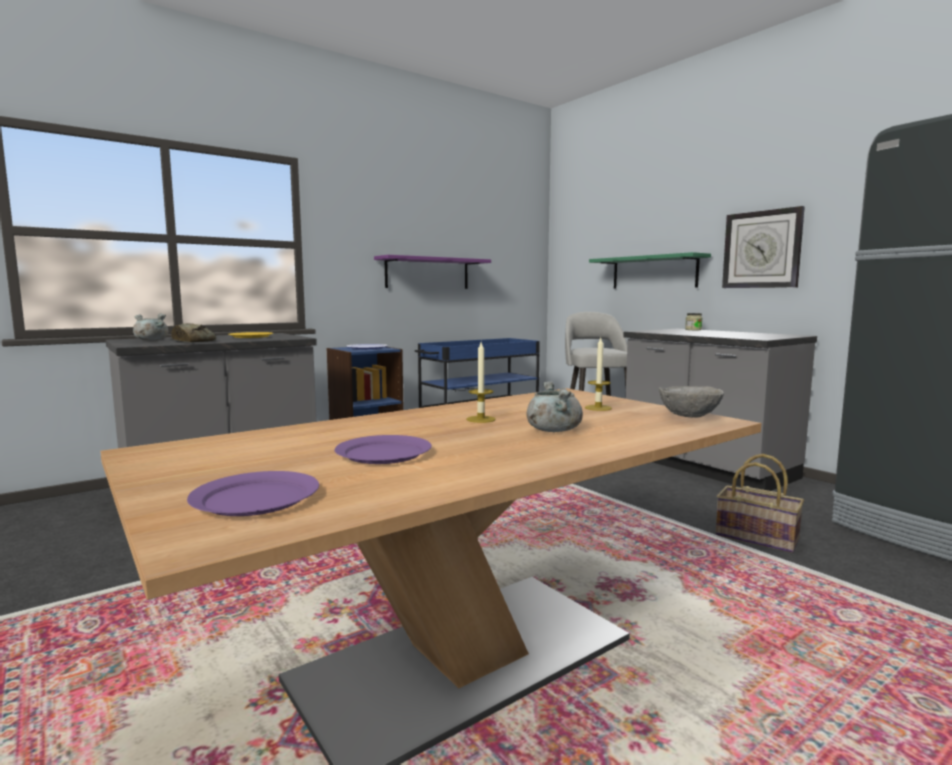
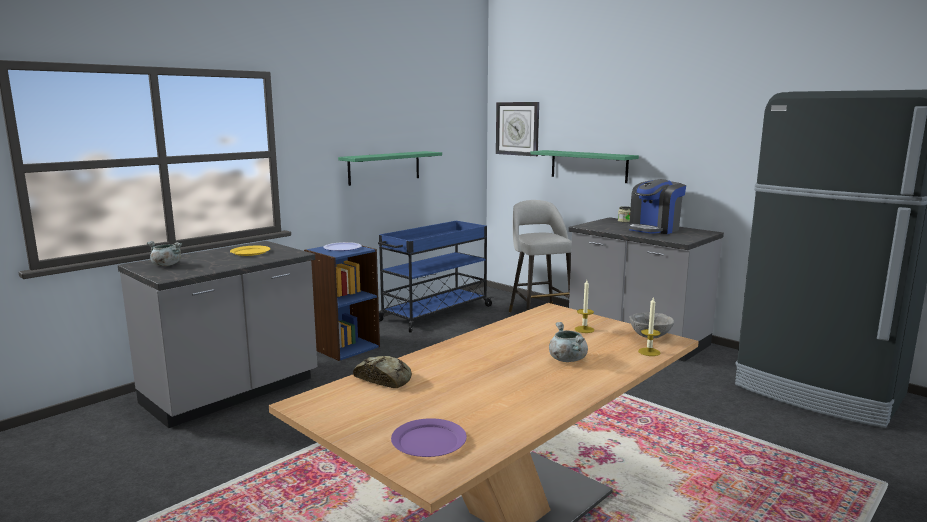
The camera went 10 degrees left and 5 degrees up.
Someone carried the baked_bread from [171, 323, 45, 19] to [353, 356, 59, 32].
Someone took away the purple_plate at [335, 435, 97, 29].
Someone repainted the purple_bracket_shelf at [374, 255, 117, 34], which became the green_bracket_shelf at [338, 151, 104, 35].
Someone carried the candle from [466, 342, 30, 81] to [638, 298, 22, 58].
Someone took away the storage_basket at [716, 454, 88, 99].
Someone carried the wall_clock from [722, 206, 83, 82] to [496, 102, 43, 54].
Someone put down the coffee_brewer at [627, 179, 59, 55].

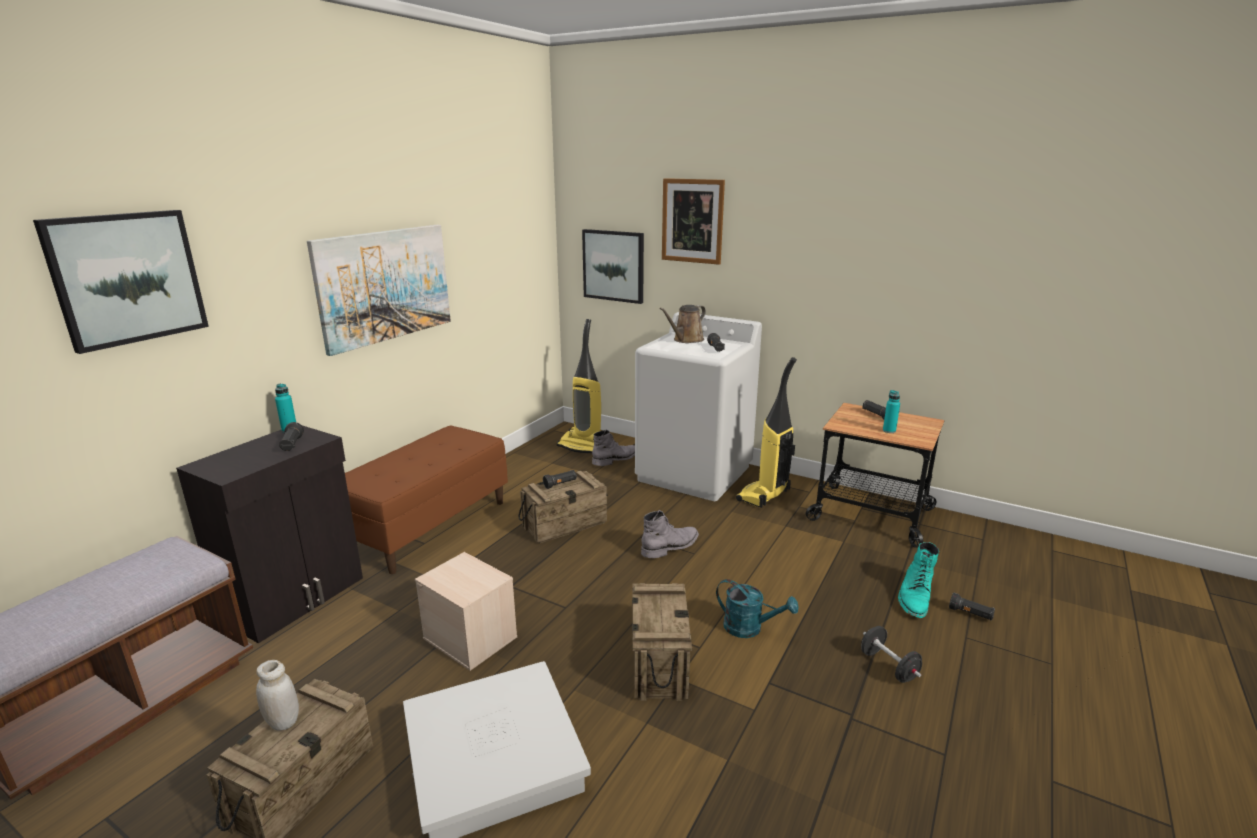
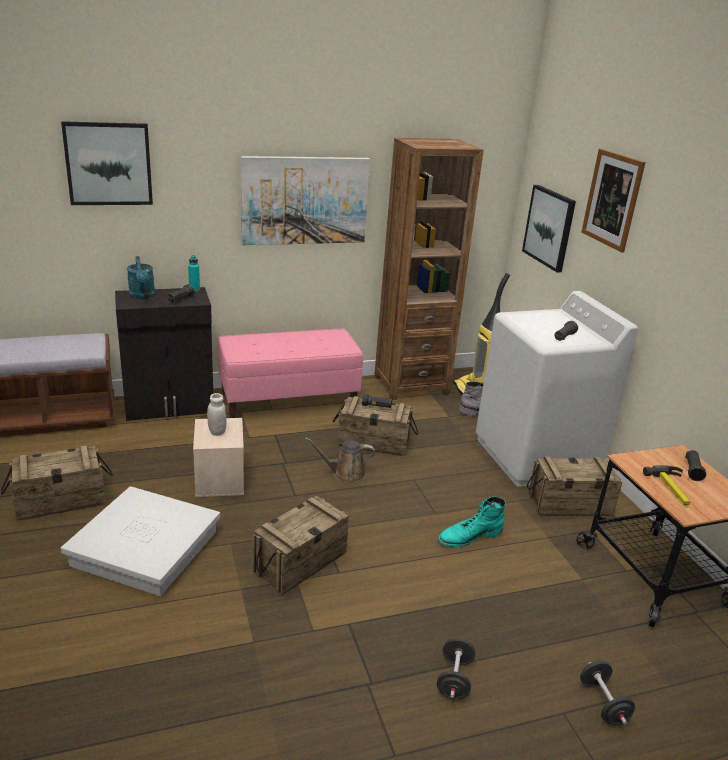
The camera went 40 degrees right and 5 degrees up.
Someone carried the whitish_storage_jar from [256, 660, 43, 70] to [207, 393, 19, 43].
Someone repainted the brown_bench at [345, 425, 163, 149], which became the pink_bench at [218, 329, 145, 89].
Someone took away the grey_tall_boot at [641, 510, 58, 48].
Someone carried the brown_watering_can from [659, 305, 47, 38] to [305, 437, 70, 46].
Someone carried the turquoise-coloured_watering_can from [716, 579, 83, 59] to [127, 256, 28, 43].
Someone swapped the vacuum_cleaner at [736, 357, 61, 151] for the shipping_crate at [527, 456, 95, 60].
Someone swapped the turquoise-coloured_bottle at [883, 390, 17, 43] for the hammer at [643, 465, 47, 40].
Someone carried the turquoise-coloured_tall_boot from [898, 542, 41, 76] to [438, 496, 68, 51].
Someone swapped the blackish_flashlight at [949, 593, 46, 27] for the blackish_dumbbell at [580, 661, 55, 64].
Someone put down the brown_bookcase at [374, 138, 110, 262].

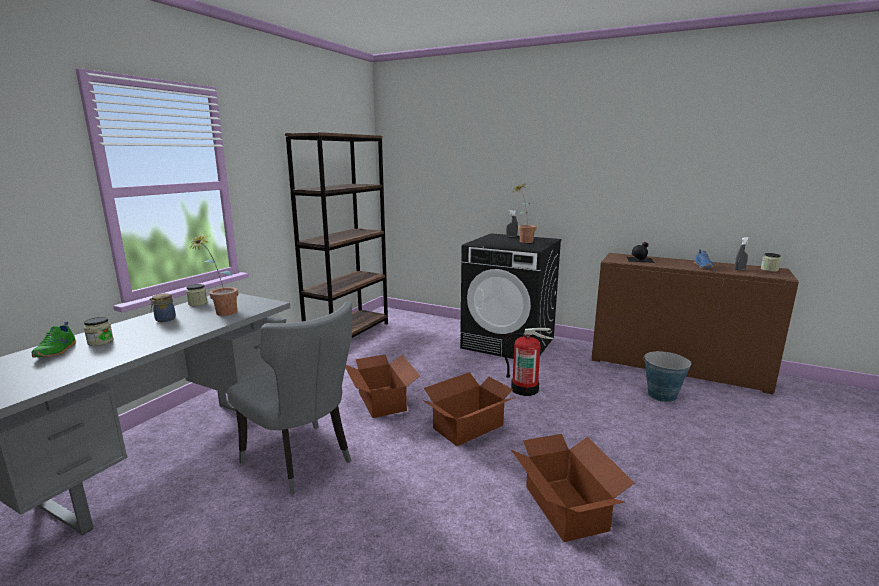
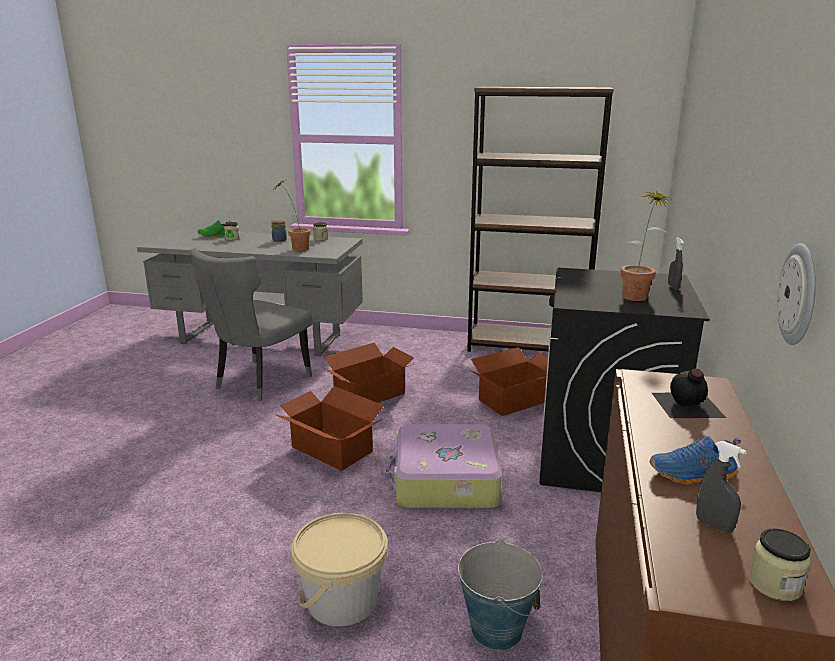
The camera went 75 degrees right and 5 degrees up.
Someone swapped the fire-fighting_cylinder at [503, 327, 51, 69] for the travel_case at [385, 424, 117, 85].
Someone carried the carton from [511, 434, 123, 108] to [470, 347, 78, 69].
Someone put down the sand-coloured_water_bucket at [291, 513, 97, 113].
Someone put up the wall_clock at [777, 243, 39, 102].

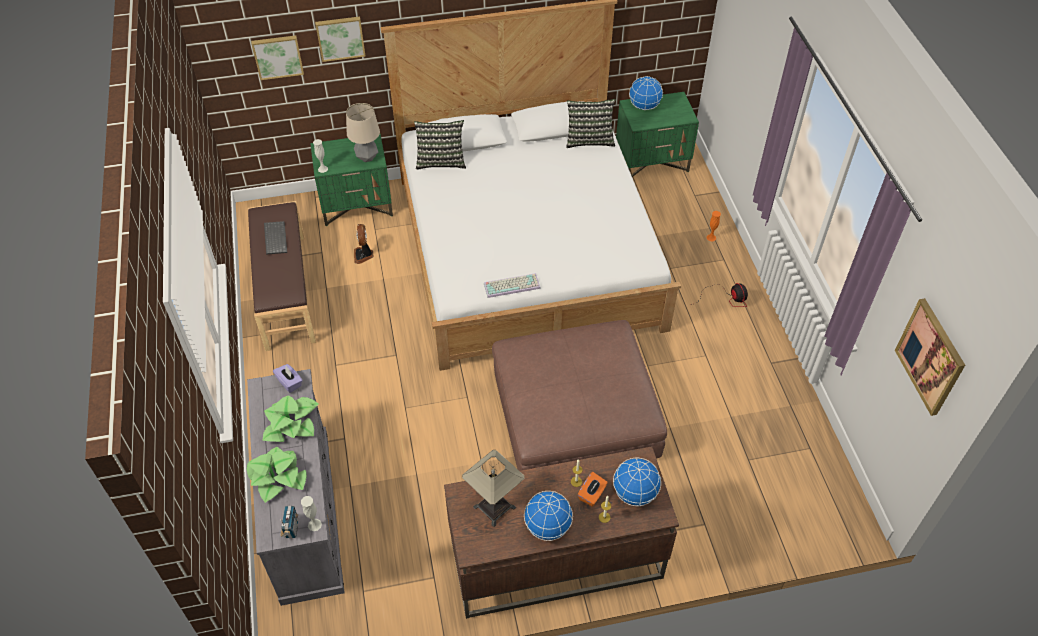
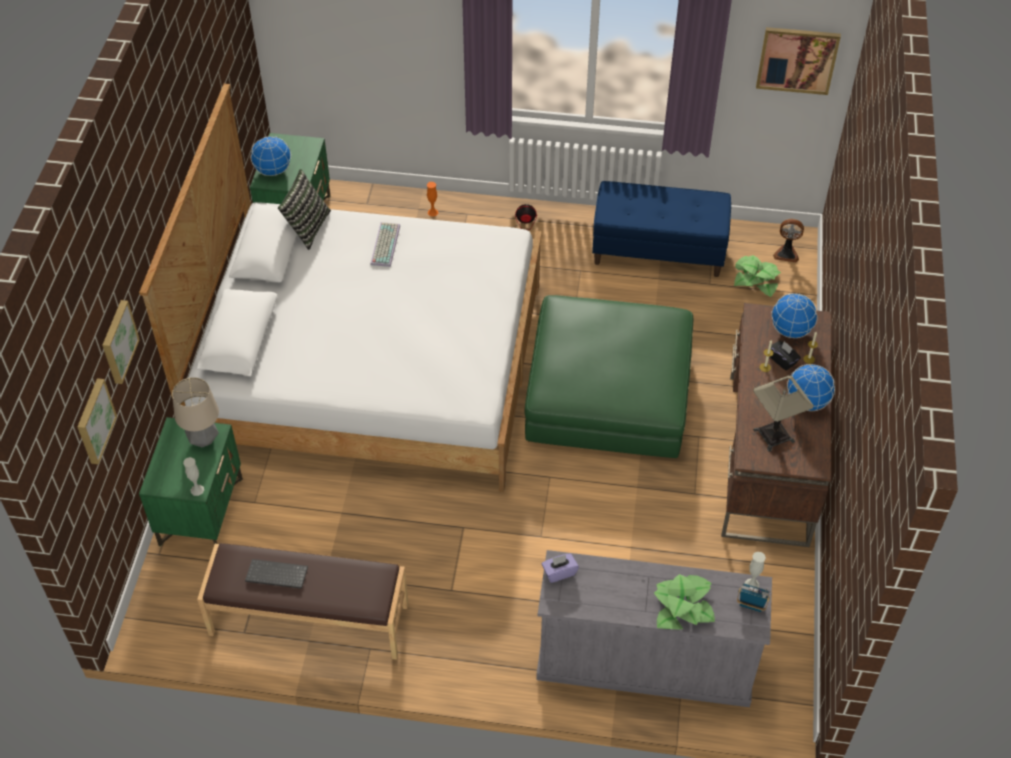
The camera went 70 degrees left and 0 degrees up.
Someone carried the plant_in_a_pot from [263, 395, 56, 47] to [734, 255, 47, 42].
Someone carried the electric_fan from [354, 224, 19, 40] to [773, 219, 31, 43].
Someone took away the cushion at [414, 120, 52, 50].
Someone carried the computer_keyboard from [484, 273, 57, 25] to [370, 222, 30, 45].
Someone repainted the brown_footrest at [492, 320, 175, 151], which became the green_footrest at [524, 295, 169, 163].
Someone repainted the orangey_tissue_holder at [578, 472, 30, 34], which became the blackish_tissue_holder at [770, 341, 31, 29].
Someone put down the bluish_bench at [592, 181, 139, 96].

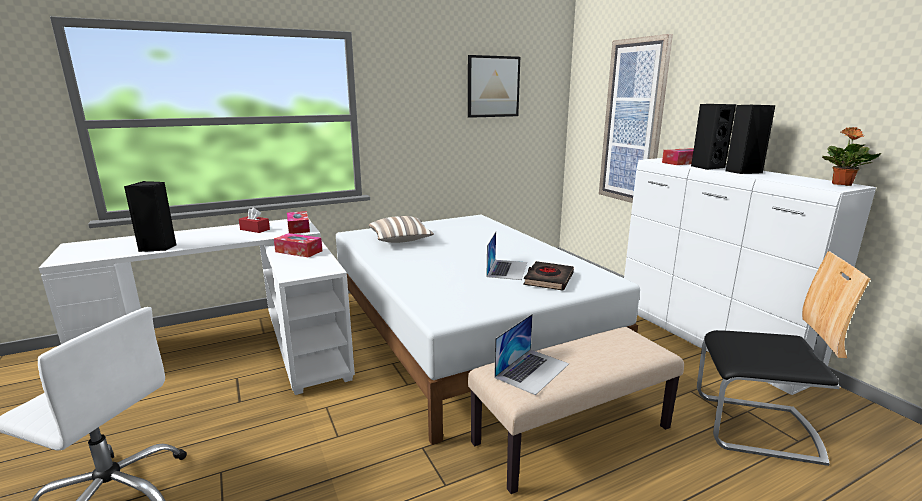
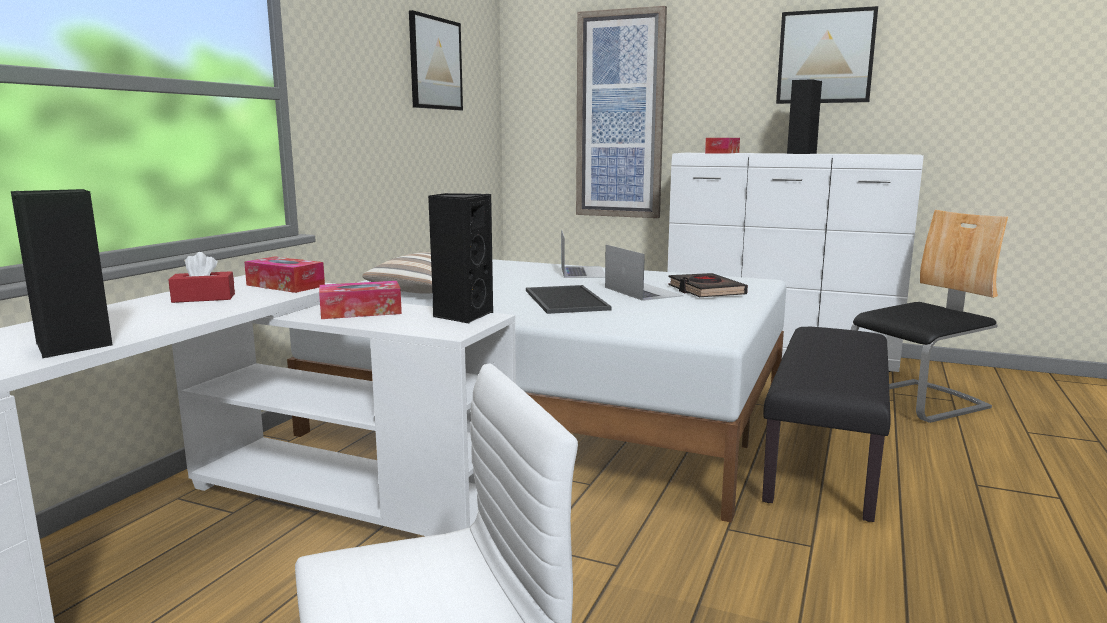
The camera went 40 degrees left and 5 degrees down.
Someone repainted the sand-coloured_bench at [468, 327, 216, 167], which became the blackish_bench at [762, 327, 129, 195].
Someone carried the portable_computer from [494, 314, 75, 81] to [561, 231, 44, 47].
Someone carried the blackish_speaker from [691, 104, 45, 66] to [428, 193, 65, 131].
Someone took away the plant_in_a_pot at [822, 127, 59, 59].
Someone put down the carrying_tray at [526, 285, 86, 29].
Someone put up the wall_picture at [776, 6, 102, 98].

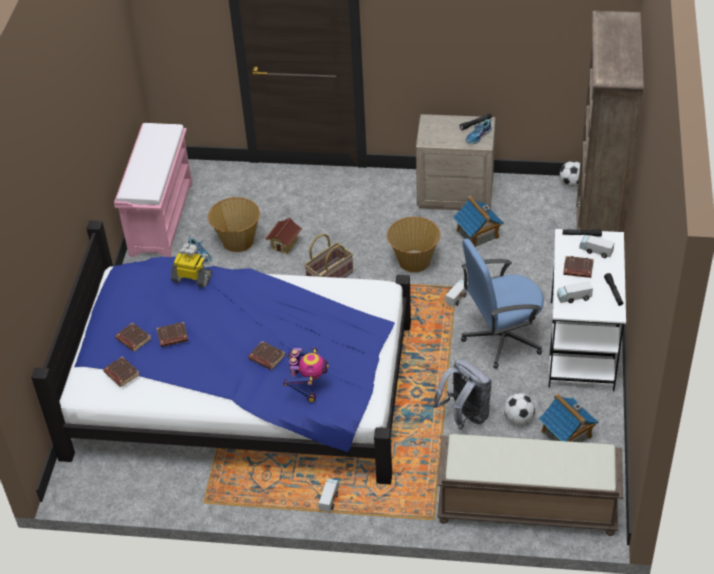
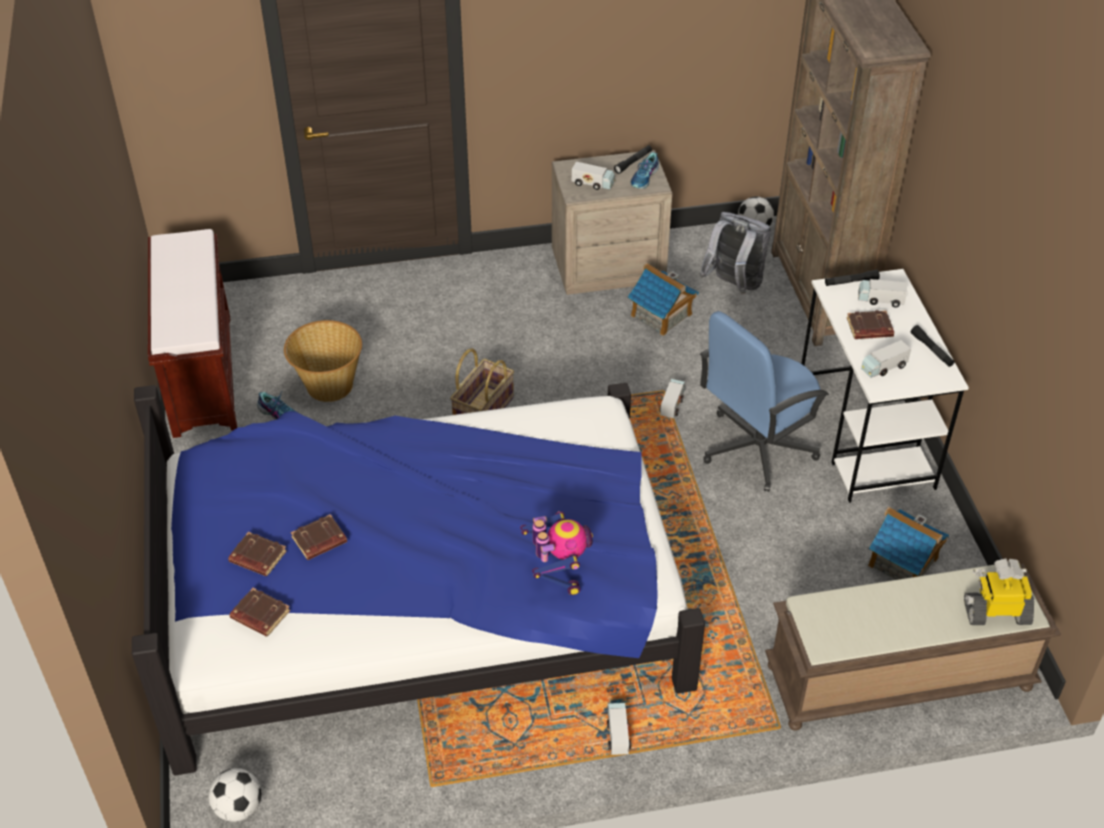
The camera went 20 degrees left and 0 degrees up.
Someone repainted the pink_bench at [114, 123, 79, 134], which became the brown_bench at [148, 229, 89, 209].
Someone carried the model_robot from [171, 243, 41, 44] to [964, 559, 70, 66].
Someone took away the brown_book at [248, 341, 37, 29].
Someone took away the toy_house at [265, 218, 37, 36].
Someone took away the storage_basket at [387, 217, 54, 56].
Someone carried the grey_backpack from [433, 359, 59, 71] to [699, 212, 72, 82].
Someone carried the football from [504, 393, 31, 31] to [208, 768, 53, 54].
Someone put down the toy_lorry at [572, 161, 43, 29].

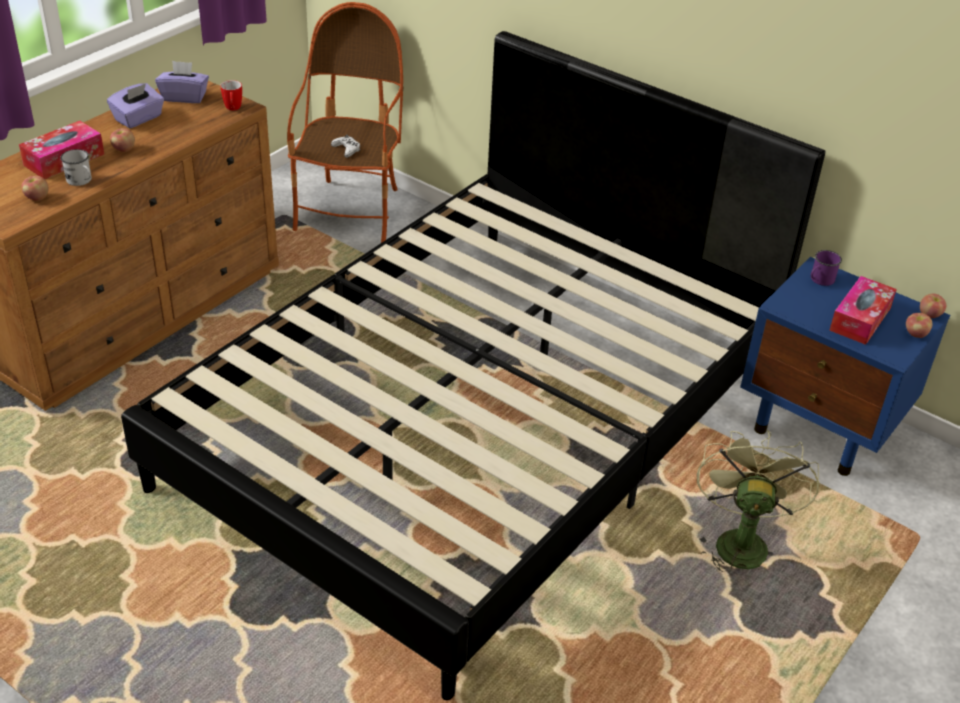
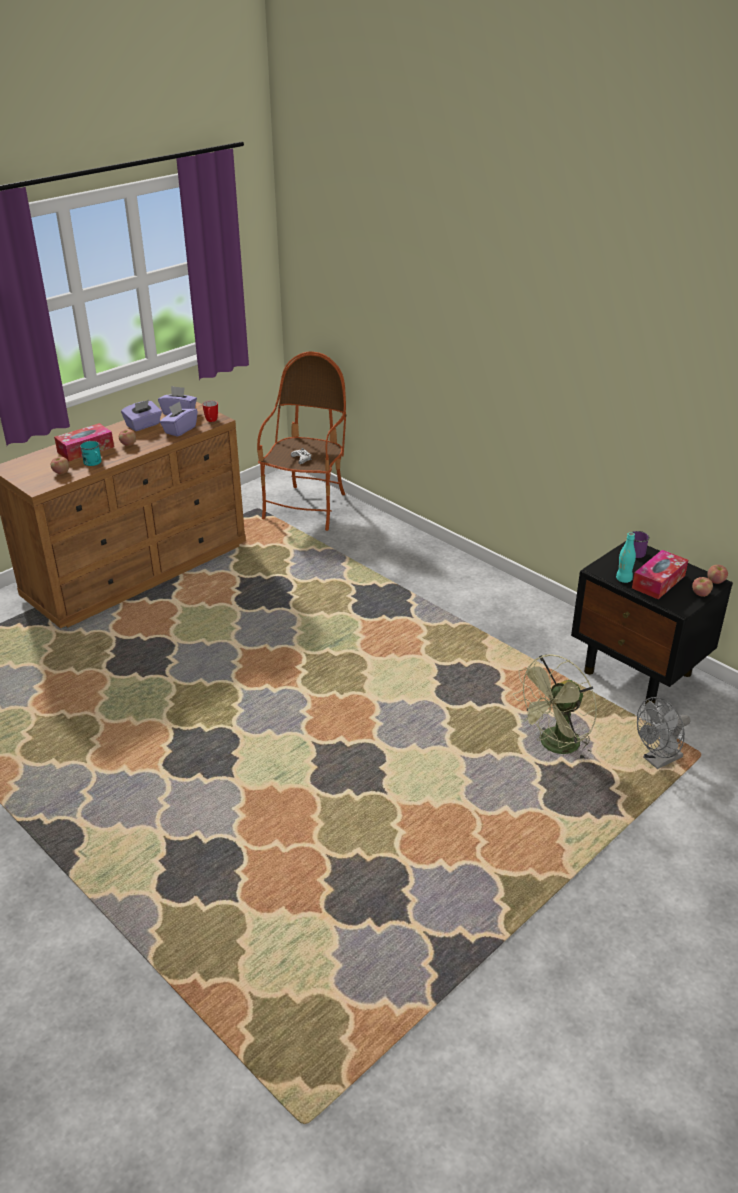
The camera went 10 degrees right and 5 degrees down.
Someone repainted the whitish_coffee_mug at [60, 149, 32, 37], which became the turquoise-coloured_coffee_mug at [80, 441, 21, 25].
Someone took away the blackish_bed at [121, 31, 705, 669].
Someone rotated the green_electric_fan at [697, 430, 123, 142] by 150 degrees counterclockwise.
Someone repainted the bluish_bedside_table at [740, 257, 210, 219], which became the blackish_bedside_table at [571, 541, 162, 164].
Someone put down the purple_tissue_holder at [160, 401, 38, 36].
Someone put down the turquoise-coloured_bottle at [616, 532, 20, 51].
Someone put down the grey_electric_fan at [637, 697, 54, 72].

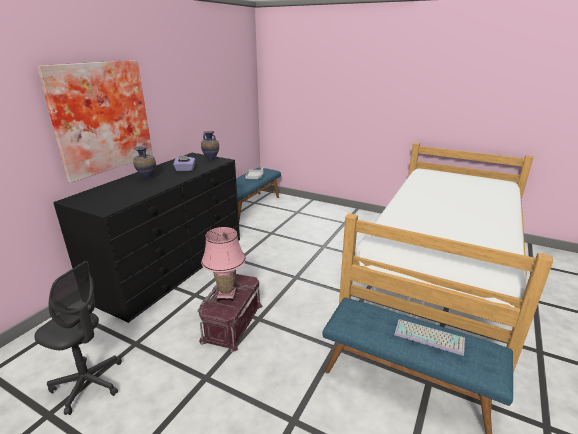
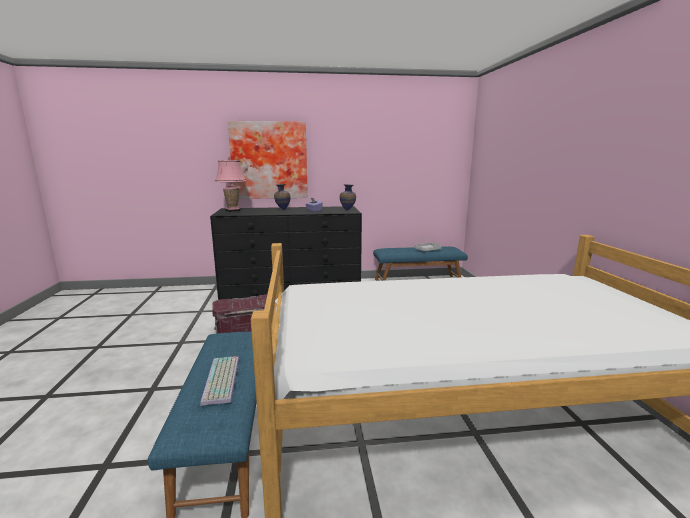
The camera went 55 degrees right and 10 degrees down.
Someone took away the grey_desk_chair at [34, 261, 88, 154].
Someone carried the pink_lamp_for_a_table from [201, 227, 45, 74] to [215, 157, 31, 55].

